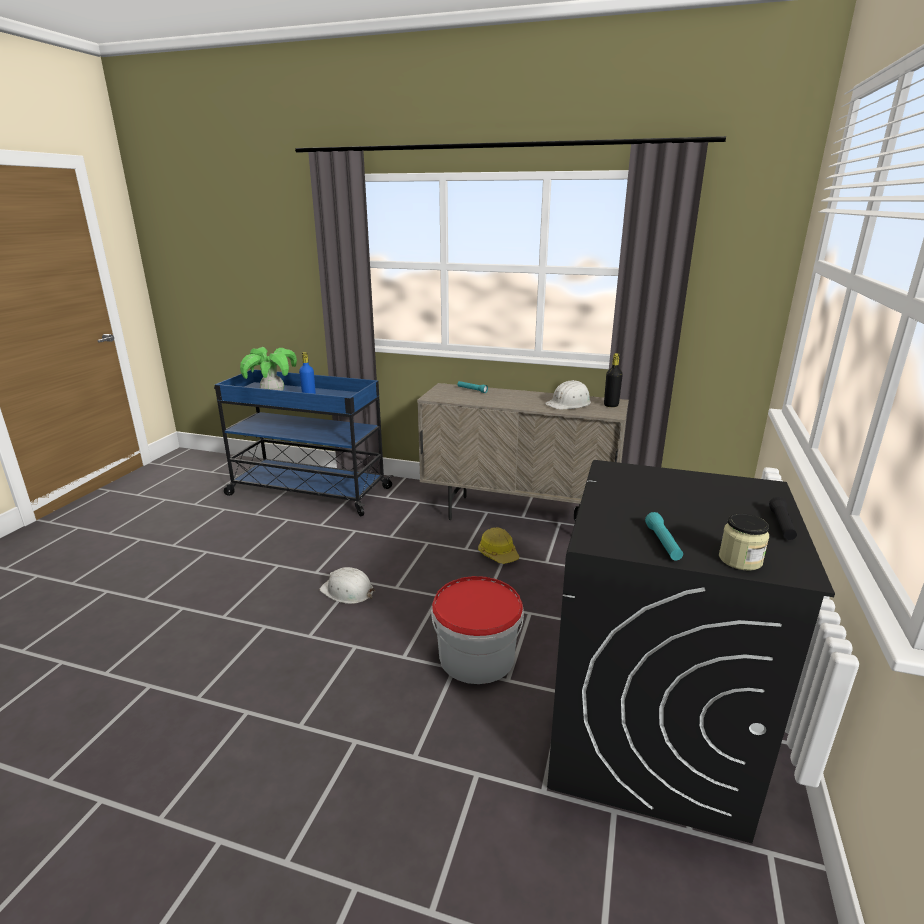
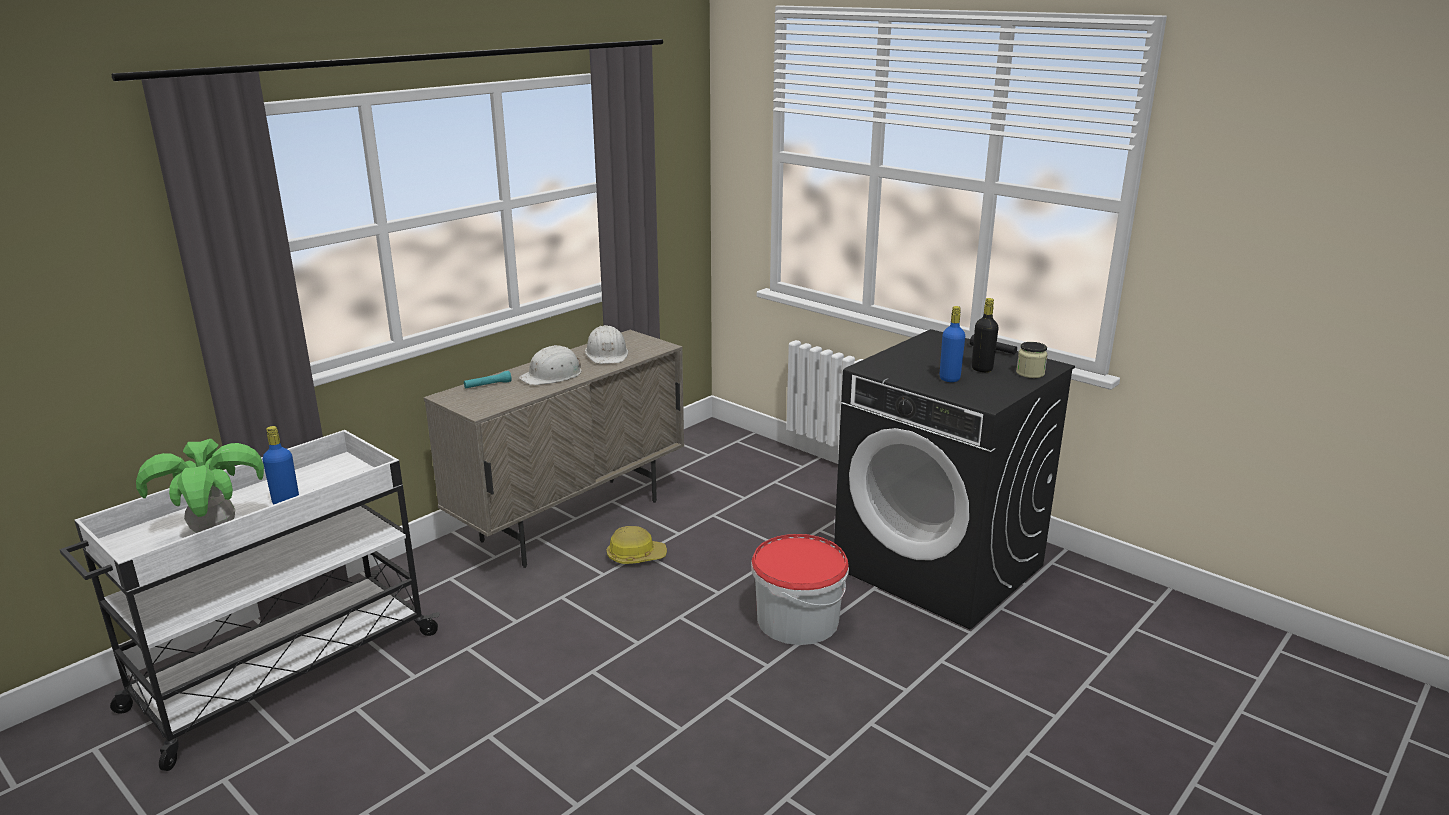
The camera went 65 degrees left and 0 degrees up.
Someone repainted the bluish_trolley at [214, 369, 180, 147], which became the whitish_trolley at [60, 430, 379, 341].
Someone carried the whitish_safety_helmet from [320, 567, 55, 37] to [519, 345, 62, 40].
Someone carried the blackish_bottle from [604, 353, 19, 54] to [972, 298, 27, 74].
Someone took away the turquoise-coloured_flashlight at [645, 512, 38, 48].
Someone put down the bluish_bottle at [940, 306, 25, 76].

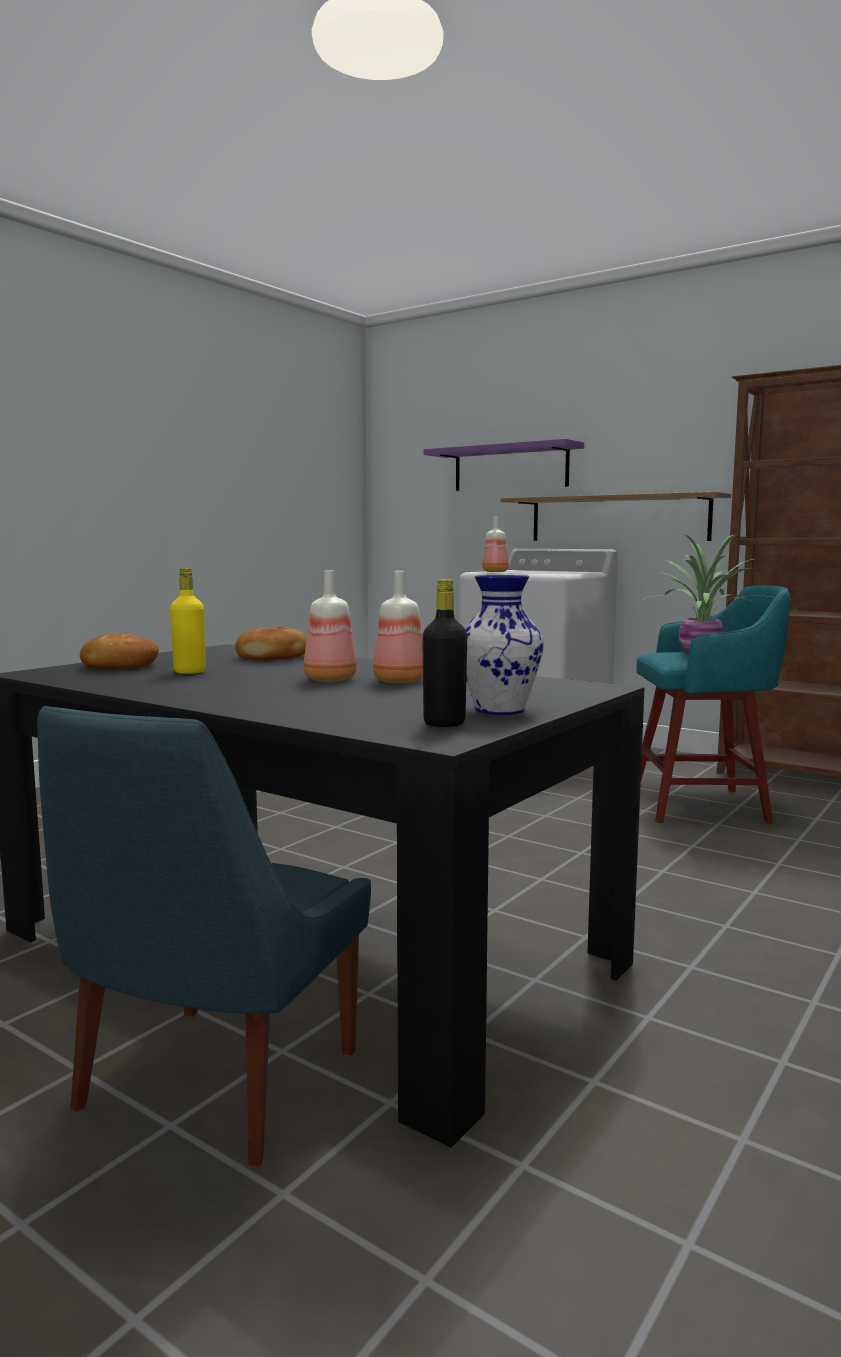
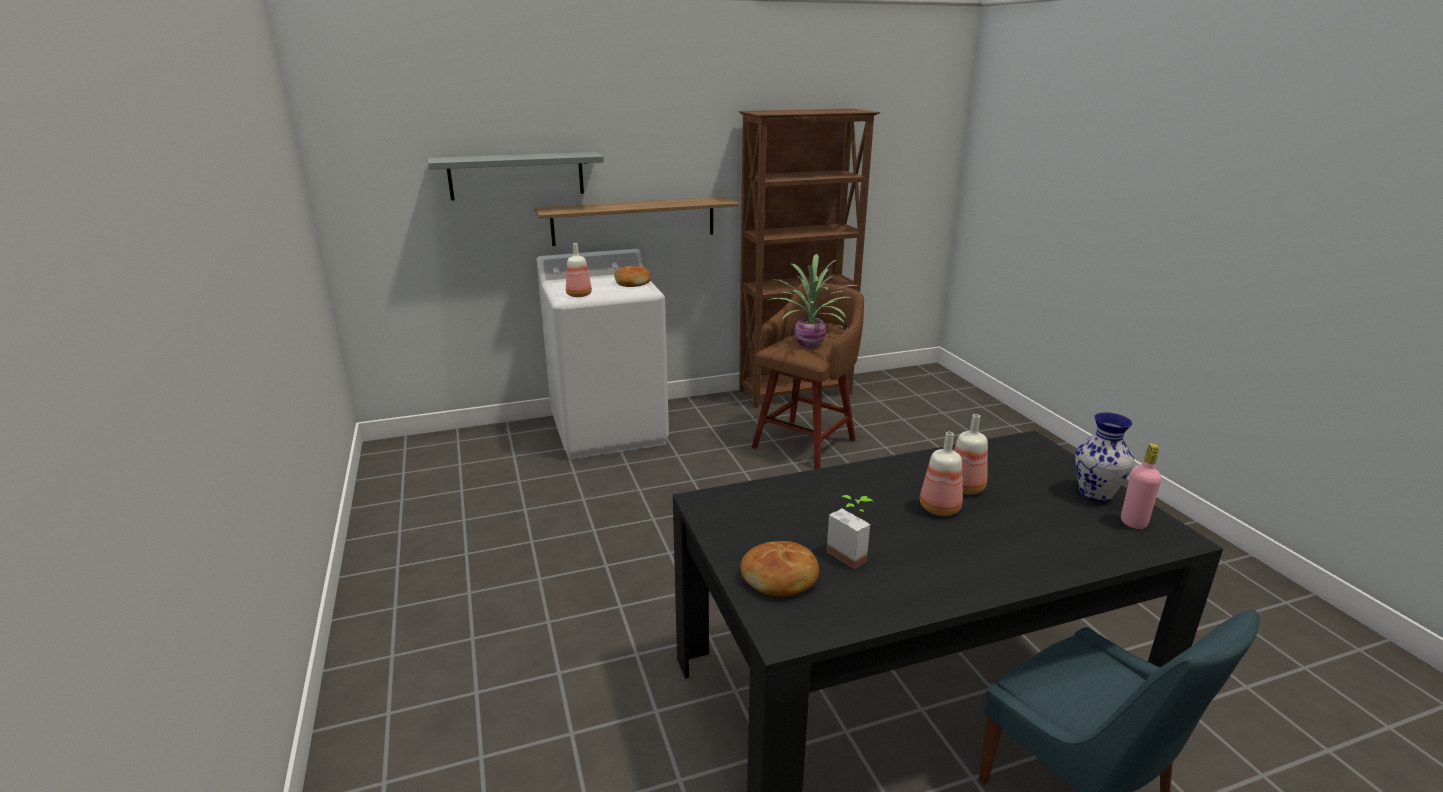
The camera went 55 degrees left and 15 degrees up.
Someone swapped the yellow_bottle at [170, 568, 36, 106] for the plant_in_a_pot at [827, 495, 46, 74].
Someone carried the baked_bread from [235, 626, 72, 34] to [614, 265, 37, 22].
Someone repainted the blackish_bottle at [422, 579, 45, 148], which became the pink_bottle at [1121, 443, 40, 86].
Someone repainted the purple_bracket_shelf at [423, 439, 161, 52], which became the grey_bracket_shelf at [428, 152, 176, 49].
Someone repainted the turquoise-coloured_stool_seat at [637, 585, 154, 238], which became the brown_stool_seat at [752, 282, 112, 187].

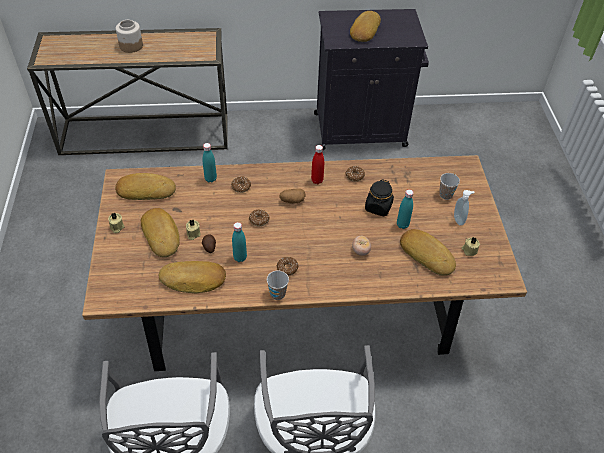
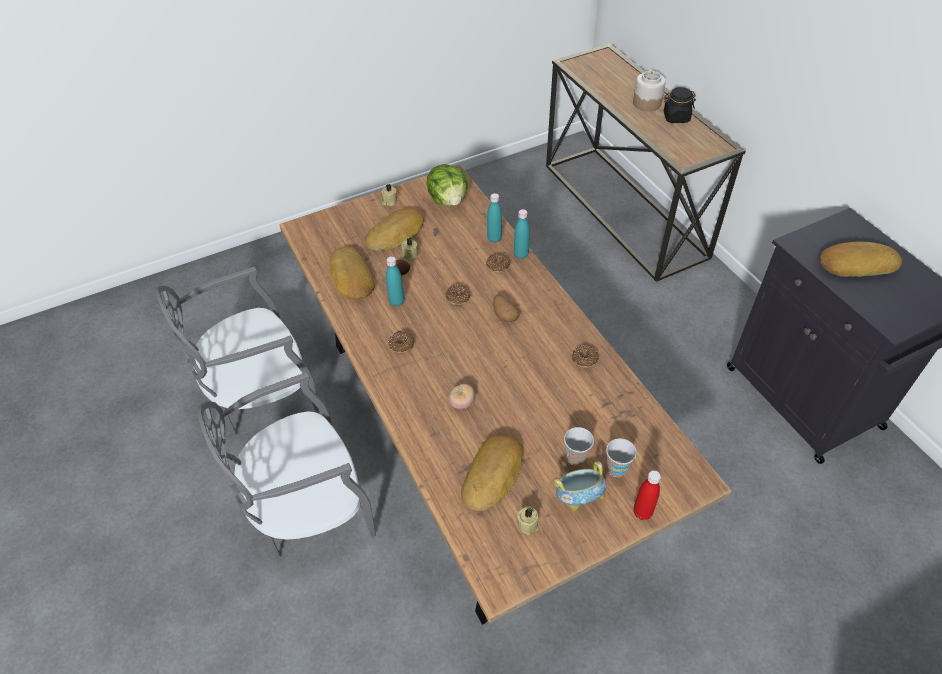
The camera went 70 degrees right and 0 degrees up.
Someone swapped the baked_bread at [115, 173, 61, 27] for the head_of_lettuce at [427, 164, 41, 42].
Someone carried the drinking_cup from [267, 271, 22, 29] to [564, 427, 30, 39].
Someone carried the red-coloured_bottle from [311, 145, 13, 39] to [634, 470, 27, 50].
Someone carried the blackish_storage_jar from [365, 179, 29, 37] to [664, 87, 32, 36].
Someone carried the turquoise-coloured_bottle from [397, 189, 17, 40] to [514, 209, 16, 50].
Someone swapped the soap_bottle at [454, 190, 21, 36] for the serving_bowl at [553, 461, 54, 49].

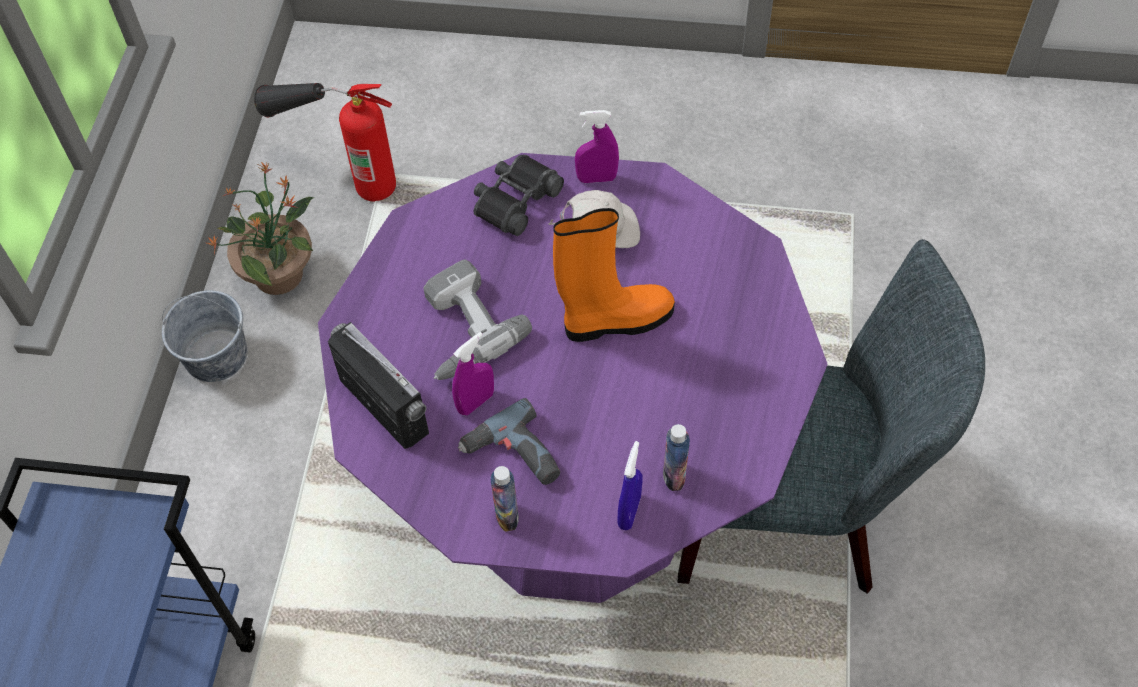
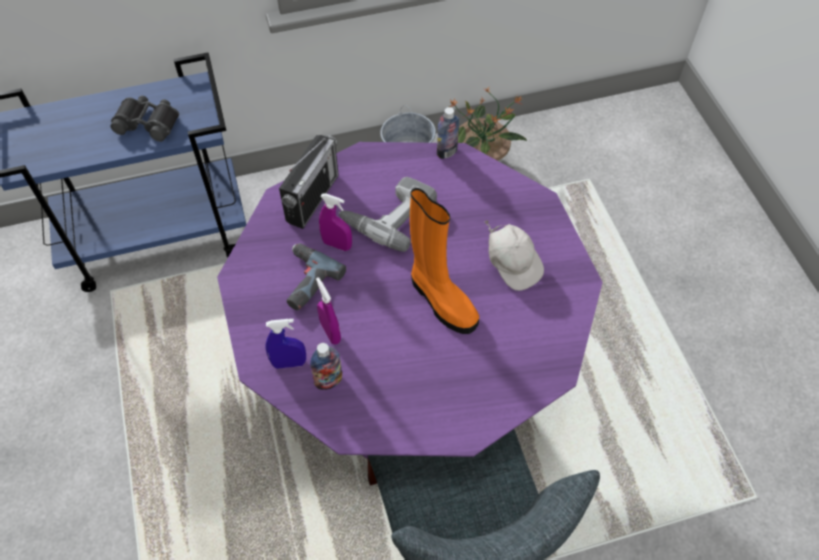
The camera went 65 degrees right and 0 degrees up.
Someone took away the fire-fighting_cylinder at [254, 83, 142, 119].
Someone carried the blackish_binoculars from [474, 155, 90, 81] to [110, 96, 69, 46].
Someone carried the bottle from [491, 466, 28, 66] to [437, 107, 22, 52].
Someone carried the purple_sprayer from [575, 110, 44, 73] to [316, 277, 25, 68].

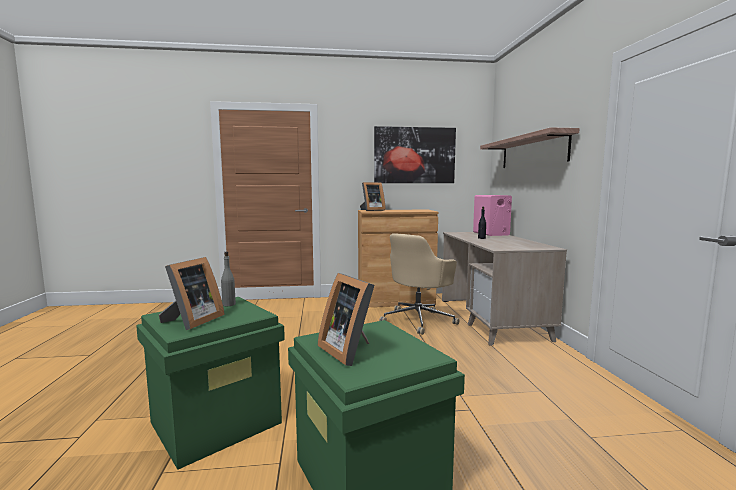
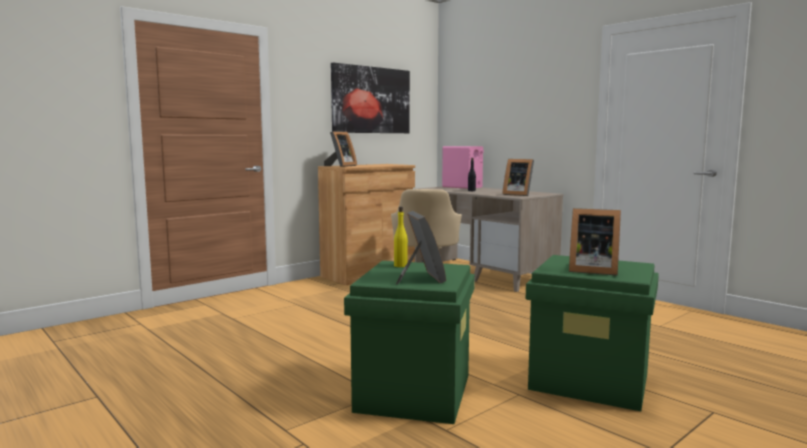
The camera went 35 degrees left and 0 degrees up.
Someone repainted the grey_bottle at [221, 251, 15, 55], which became the yellow_bottle at [394, 207, 14, 60].
Someone took away the bracket_shelf at [480, 127, 100, 41].
Someone put down the standing_frame at [502, 159, 32, 37].

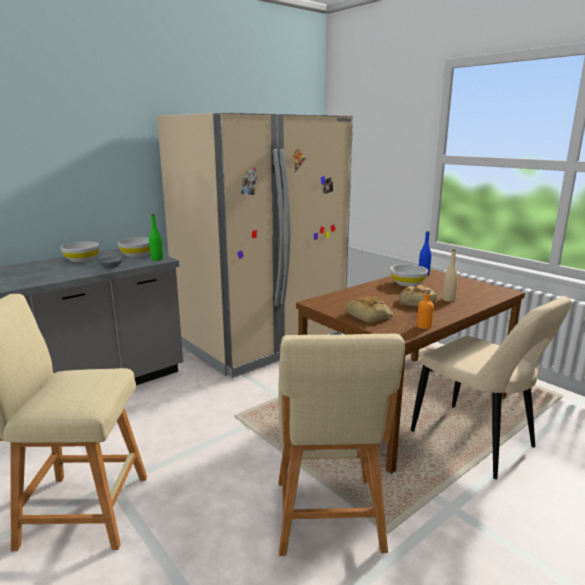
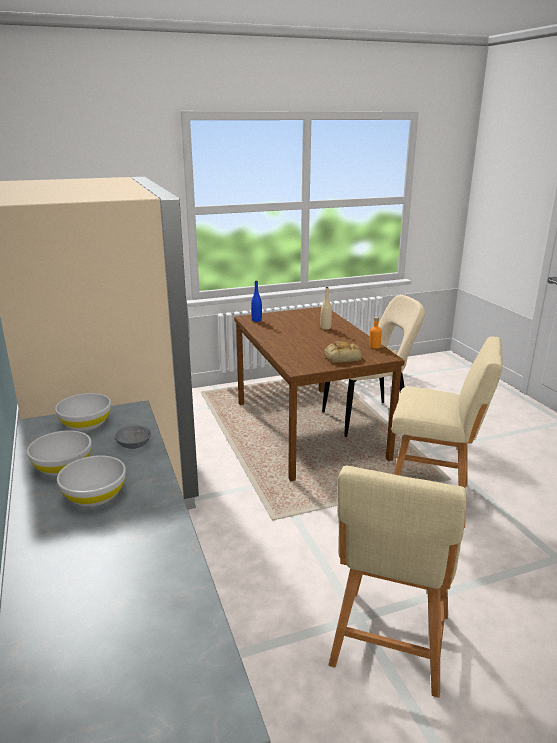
The camera went 70 degrees left and 5 degrees up.
Someone took away the green_bottle at [149, 214, 14, 47].
Someone carried the whitish_serving_bowl from [390, 264, 38, 23] to [57, 455, 69, 51].
Someone took away the baked_bread at [399, 285, 38, 21].

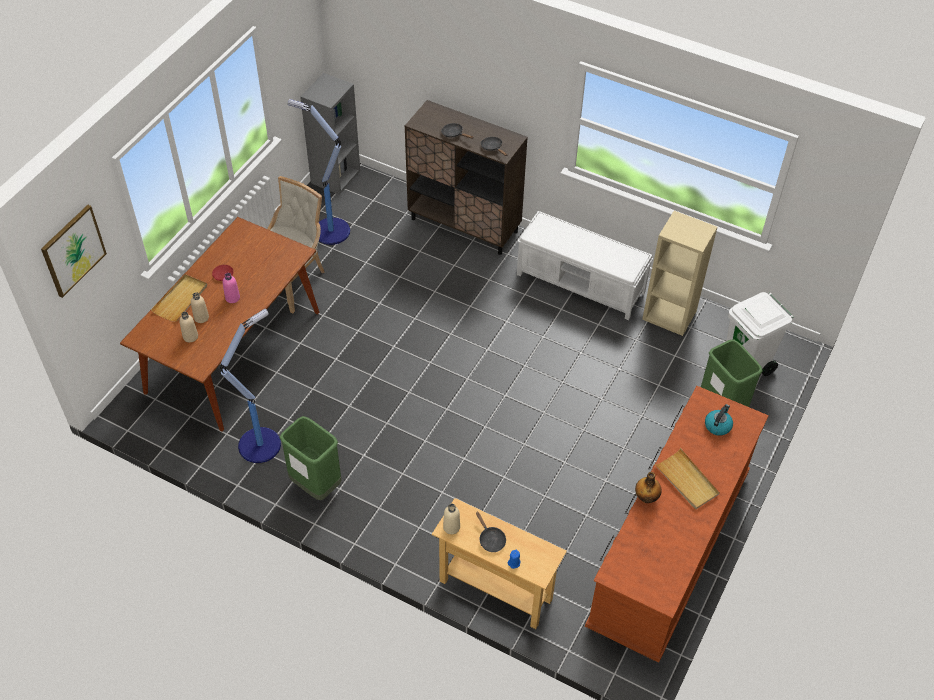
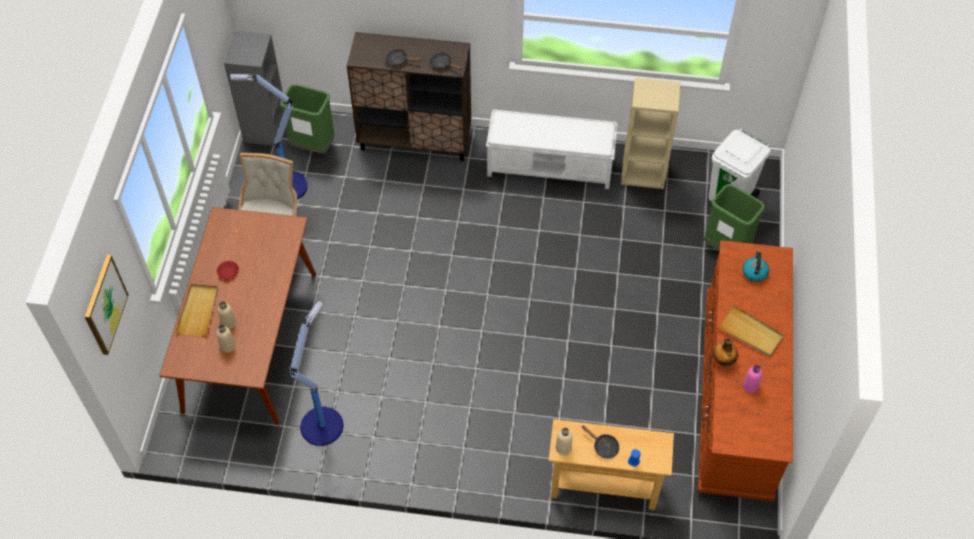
The camera went 20 degrees left and 5 degrees up.
Someone carried the pink_bottle from [223, 273, 17, 30] to [743, 365, 20, 28].
Someone carried the green_rubbish_bin from [280, 416, 62, 84] to [280, 84, 55, 69].

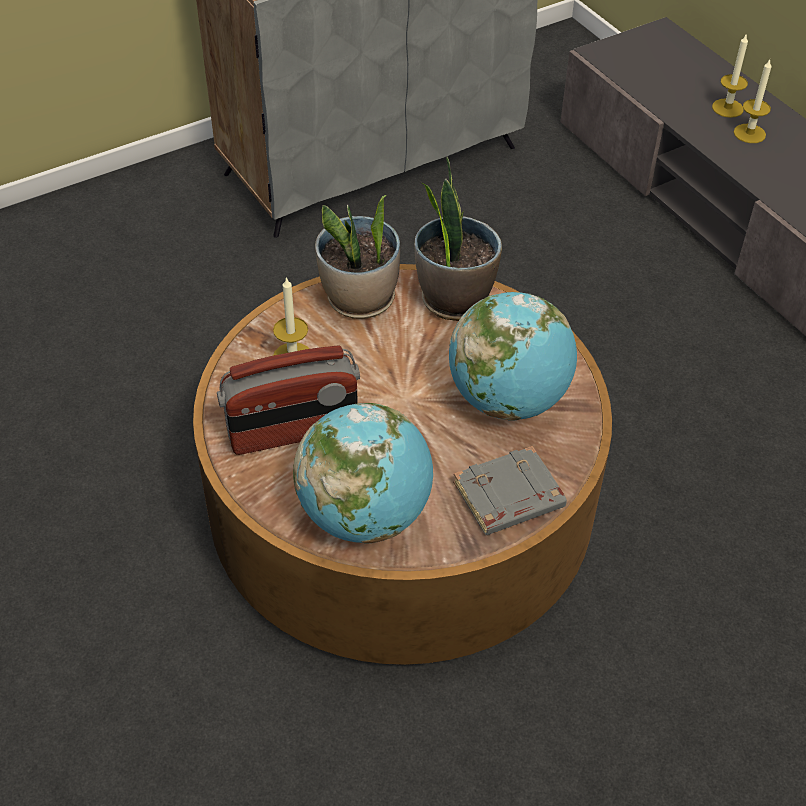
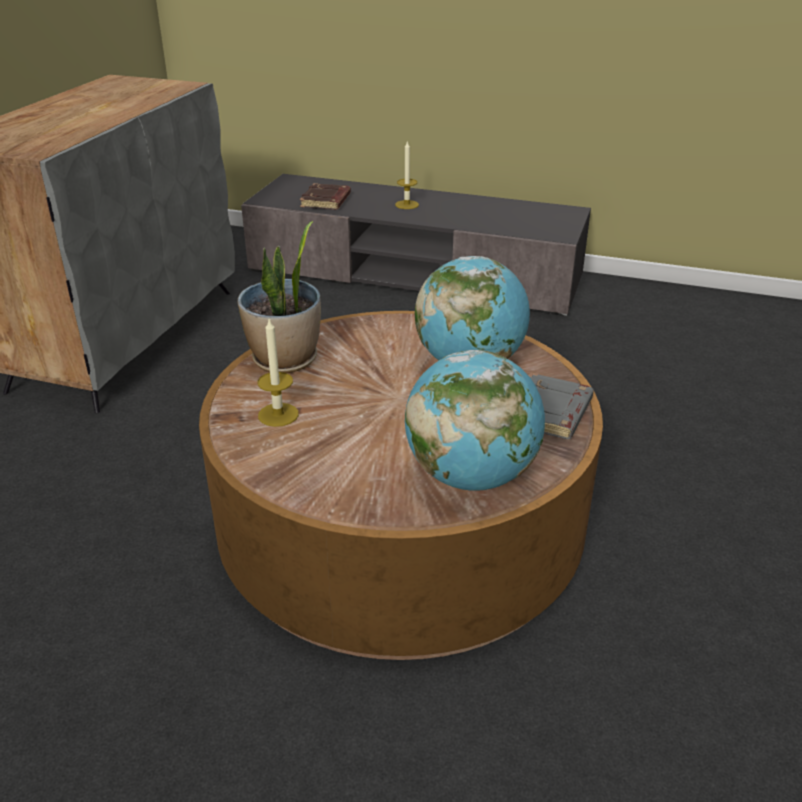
The camera went 40 degrees left and 15 degrees down.
Someone took away the radio_receiver at [217, 345, 143, 110].
Someone took away the plant_in_a_pot at [415, 157, 87, 164].
Someone took away the candle at [712, 33, 36, 85].
Someone put down the brown_book at [300, 183, 51, 27].

